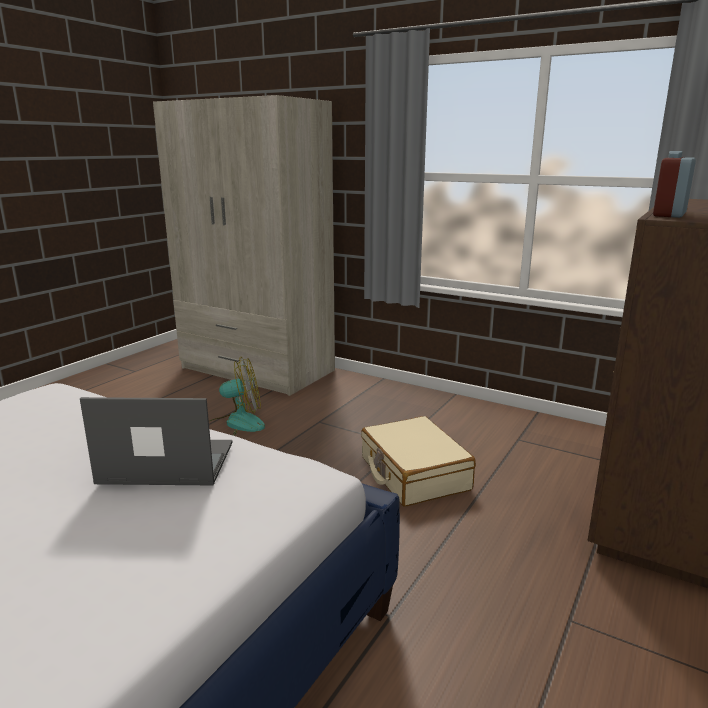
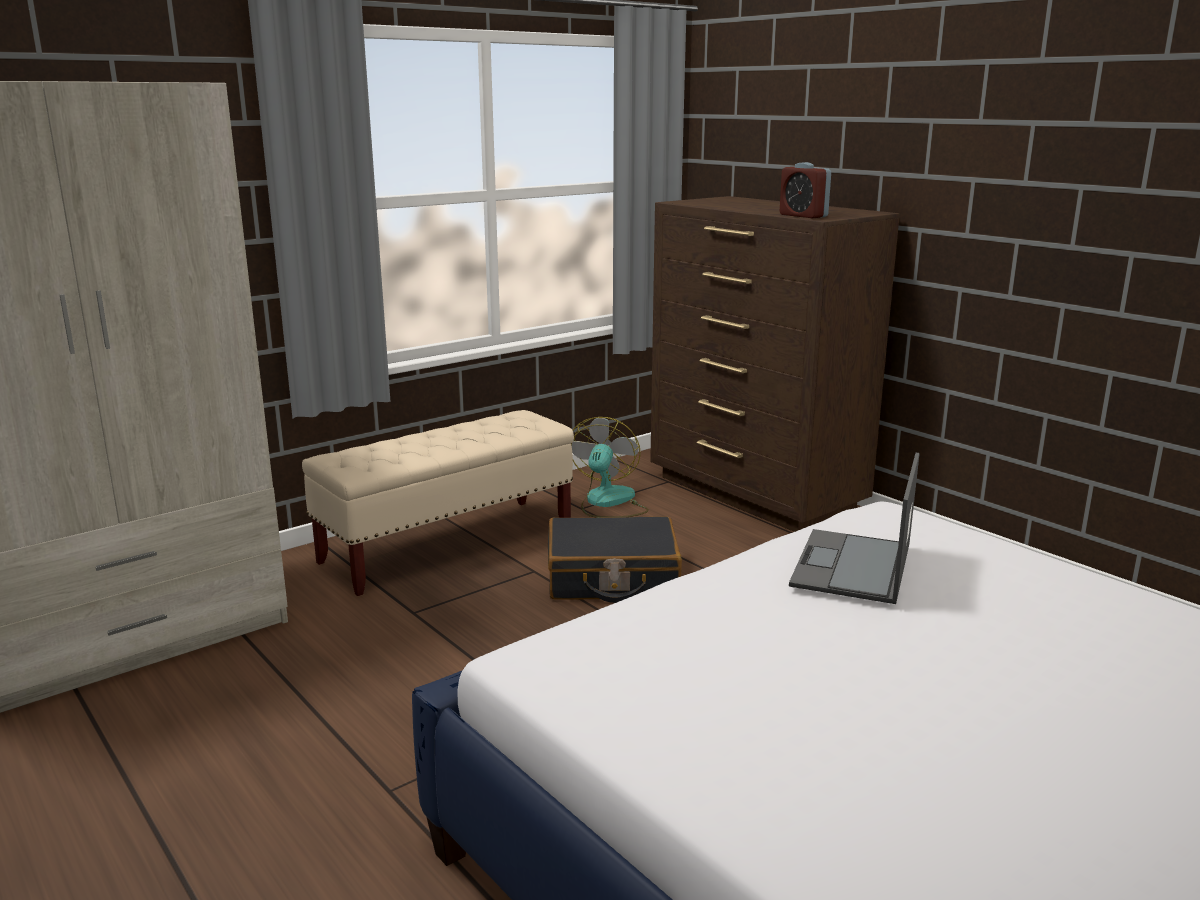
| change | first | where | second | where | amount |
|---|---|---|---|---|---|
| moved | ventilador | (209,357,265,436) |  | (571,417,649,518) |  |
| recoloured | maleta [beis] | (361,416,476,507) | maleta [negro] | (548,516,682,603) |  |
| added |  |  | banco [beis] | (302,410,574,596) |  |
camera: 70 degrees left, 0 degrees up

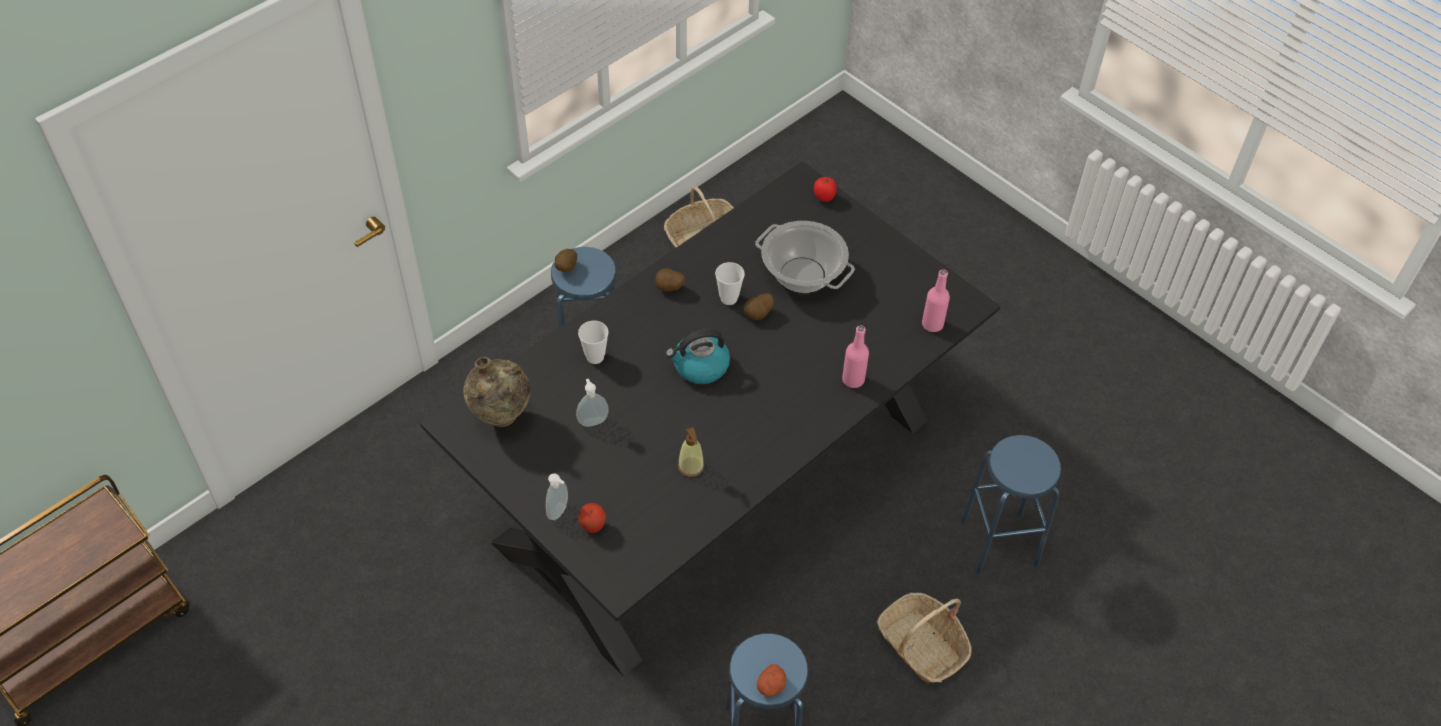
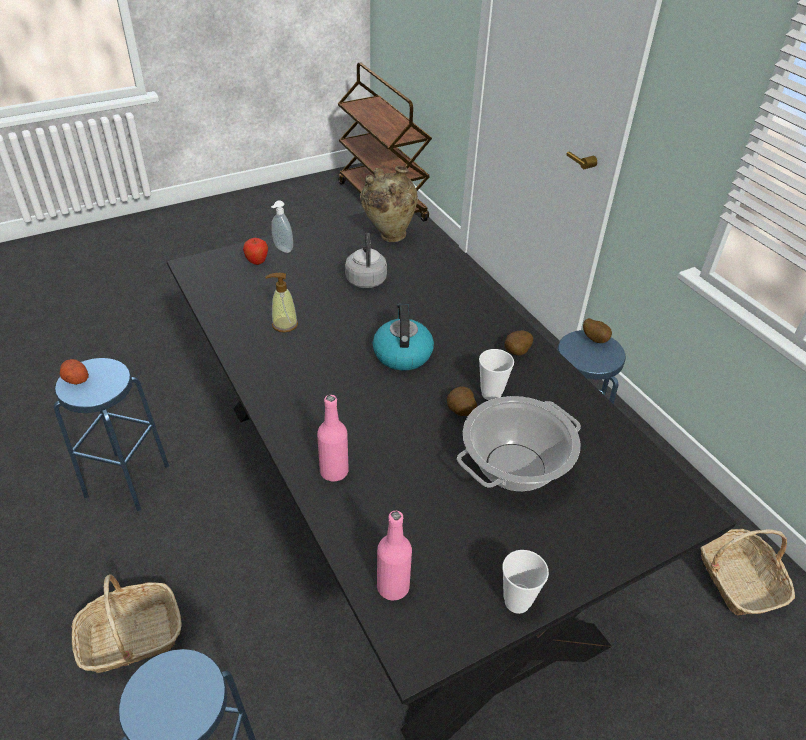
| change | first | where | second | where | amount |
|---|---|---|---|---|---|
| removed | tomate | (814,177,837,202) |  |  |  |
| moved | taza | (578,321,609,364) |  | (502,550,549,614) |  |
| replaced | dispensador de jabón | (576,379,609,427) | hervidor [gris] | (345,232,387,288) |  |
camera: 105 degrees right, 10 degrees down

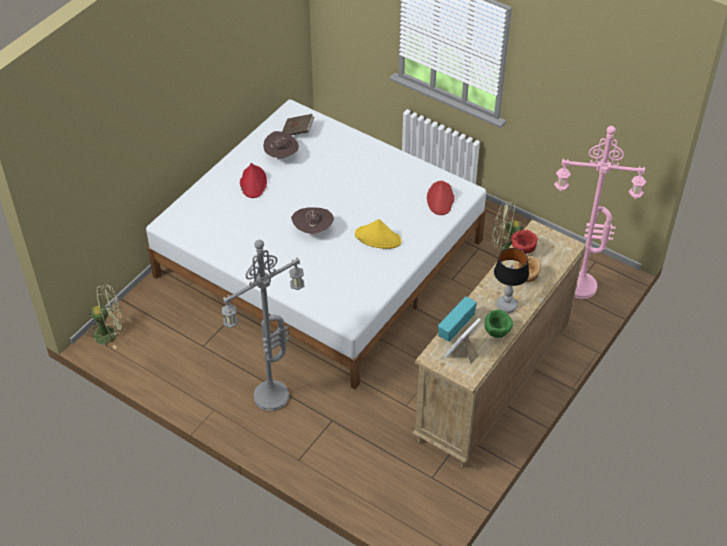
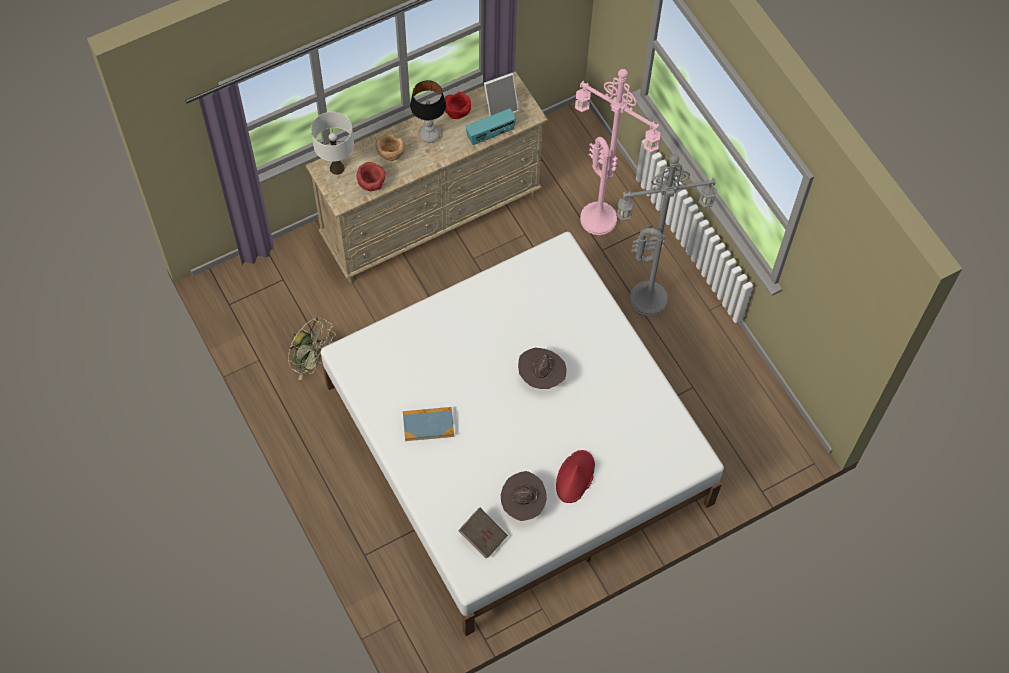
| change | first | where | second | where | amount |
|---|---|---|---|---|---|
| moved | lámpara de pie [rosa] | (554,126,646,299) |  | (575,69,660,235) |  |
| removed | sombrero [rojo] | (427,181,454,215) |  |  |  |
| removed | sombrero [amarillo] | (355,219,402,249) |  |  |  |
| removed | ventilador [verde] | (86,285,124,349) |  |  |  |
| recoloured | cuenco [verde] | (484,310,513,338) | cuenco [rojo] | (445,92,471,119) |  |
| added |  |  | lámpara de mesa [blanco] | (311,112,354,175) |  |
| added |  |  | libro | (403,407,454,441) |  |
camera: 155 degrees left, 15 degrees up

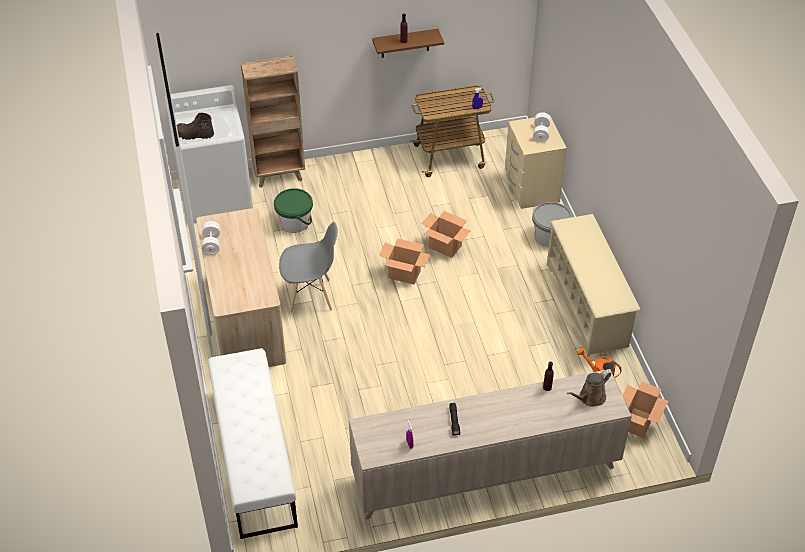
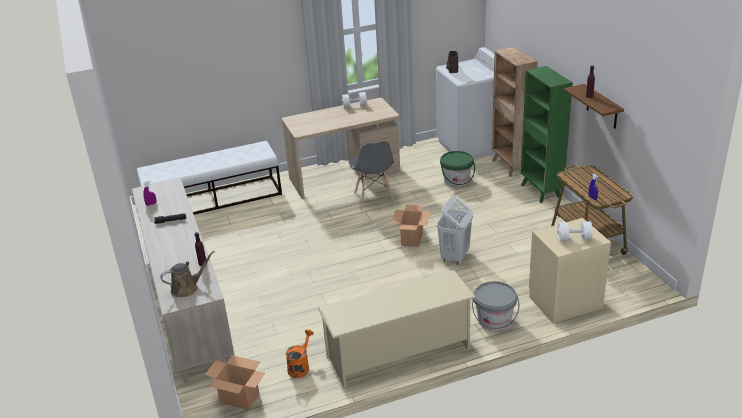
| change | first | where | second | where | amount |
|---|---|---|---|---|---|
| replaced | caja de cartón | (421,211,471,258) | cesto de la ropa [blanco] | (437,196,473,265) |  |
| turned | regadera [marrón] | (567,370,611,407) |  | (160,251,215,297) | 105 degrees clockwise |
| added |  |  | estantería [verde] | (521,66,573,203) |  |
camera: 85 degrees right, 15 degrees down

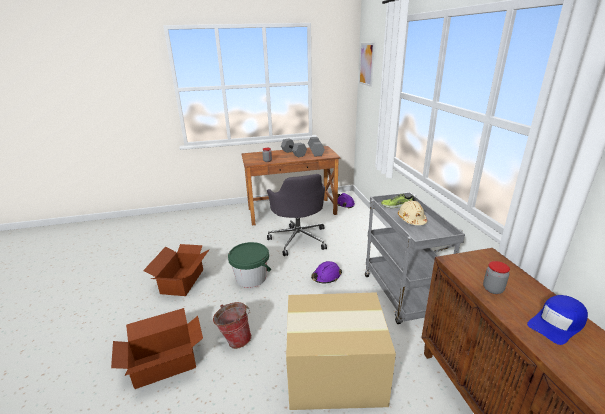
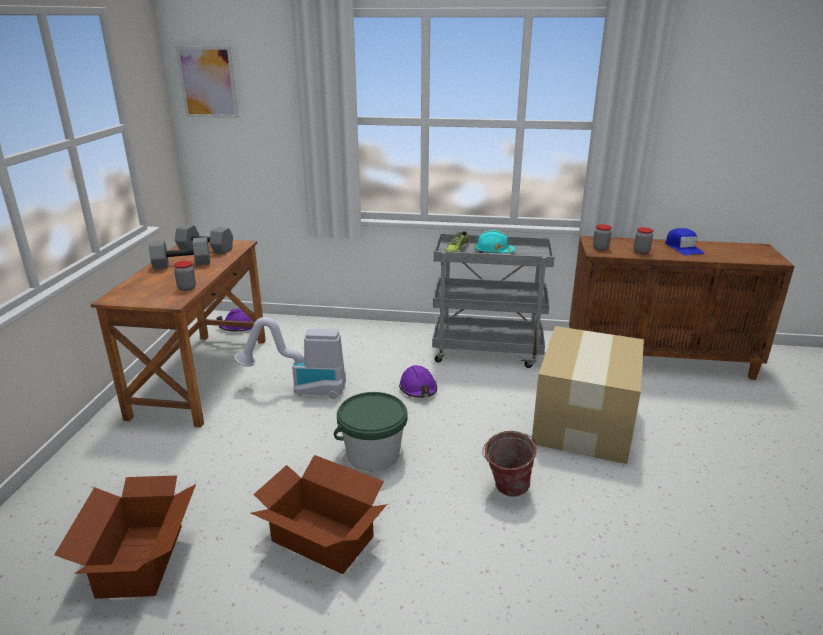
| change | first | where | second | where | amount |
|---|---|---|---|---|---|
| replaced | silla de oficina [gris] | (267,174,327,256) | aspiradora | (234,317,346,399) |  |
| recoloured | casco [beis] | (398,200,427,225) | casco [turquesa] | (474,230,515,253) |  |
| moved | caja de cartón | (111,308,203,389) |  | (54,475,196,599) |  |
| added |  |  | tarro | (593,224,612,251) |  |
camera: 70 degrees left, 0 degrees up

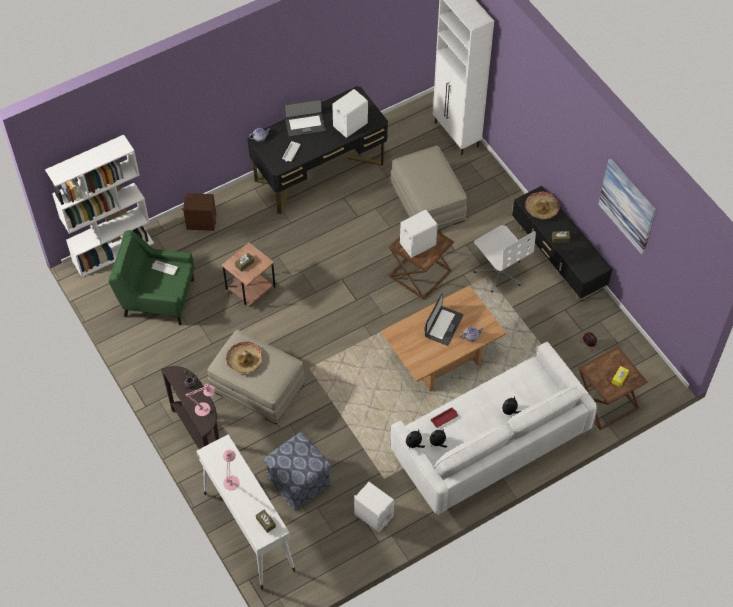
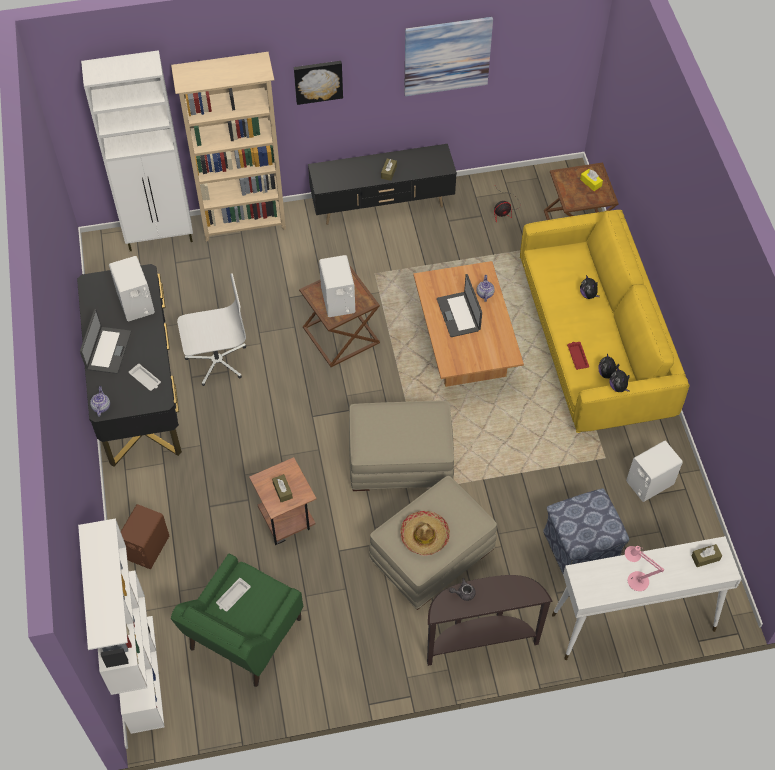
| change | first | where | second | where | amount |
|---|---|---|---|---|---|
| moved | puf [beis] | (391,146,467,229) |  | (349,401,454,491) |  |
| removed | sombrero | (525,191,560,219) |  |  |  |
| moved | silla de oficina [blanco] | (474,225,536,293) |  | (177,273,246,386) |  |
| turned | portátil | (425,293,464,346) |  | (437,274,482,337) | 150 degrees counterclockwise |
| recoloured | sofá [blanco] | (390,342,598,515) | sofá [amarillo] | (520,210,689,433) |  |
| removed | lámpara de mesa [rosa] | (186,384,215,416) |  |  |  |
| added |  |  | estantería [beis] | (171,52,286,242) |  |
| added |  |  | cuadro | (294,61,343,105) |  |
camera: 70 degrees left, 0 degrees up

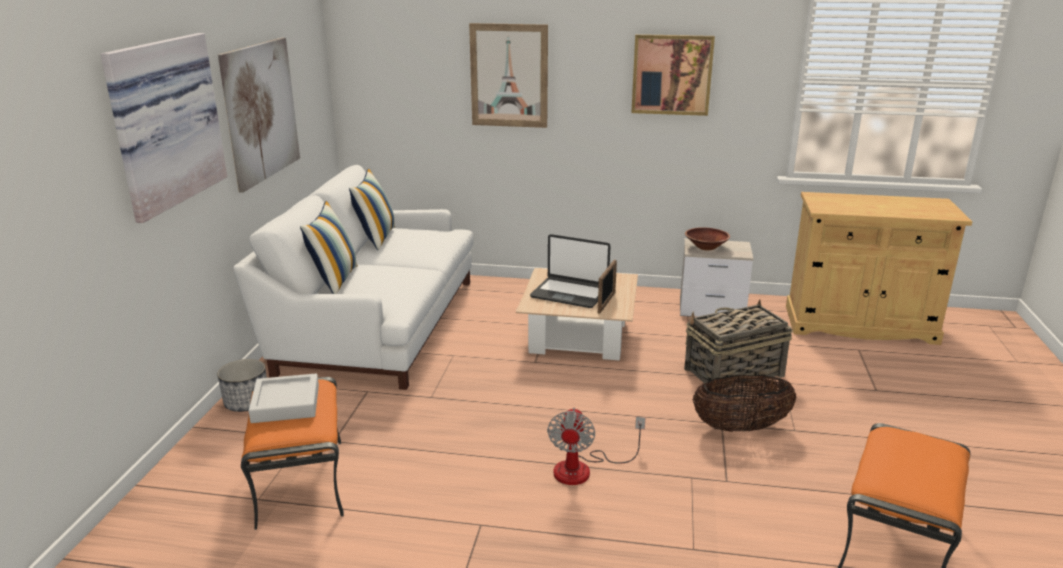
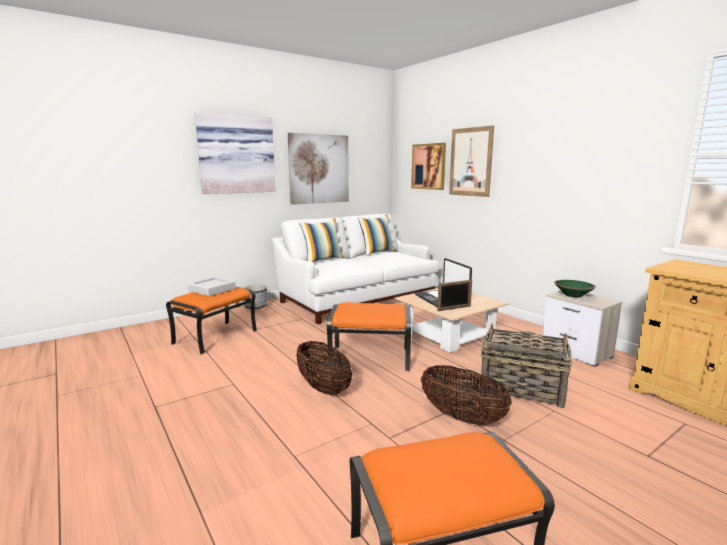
| change | first | where | second | where | amount |
|---|---|---|---|---|---|
| moved | cuadro | (631,34,715,116) |  | (411,143,446,190) |  |
| recoloured | cuenco [marrón] | (685,227,730,250) | cuenco [verde] | (554,280,596,298) |  |
| replaced | ventilador | (547,408,645,485) | cesta | (297,341,352,395) |  |
| added |  |  | puf [naranja] | (327,302,411,371) |  |
camera: 45 degrees right, 10 degrees down

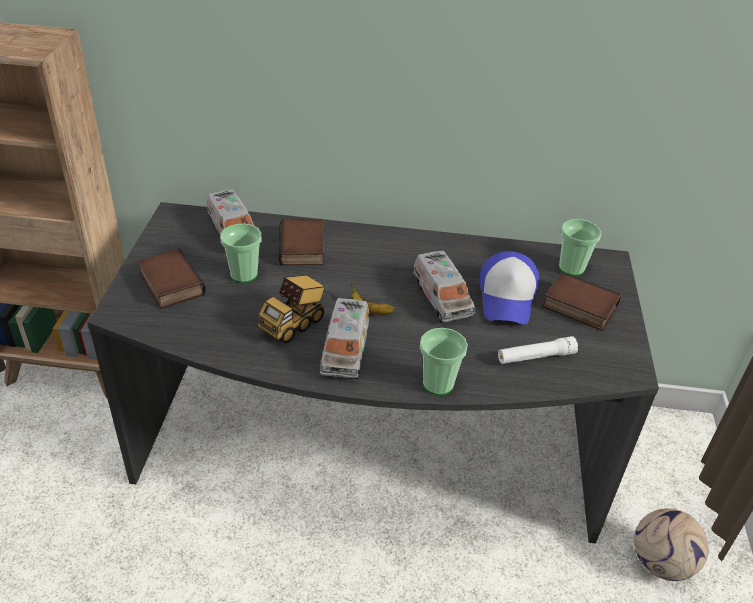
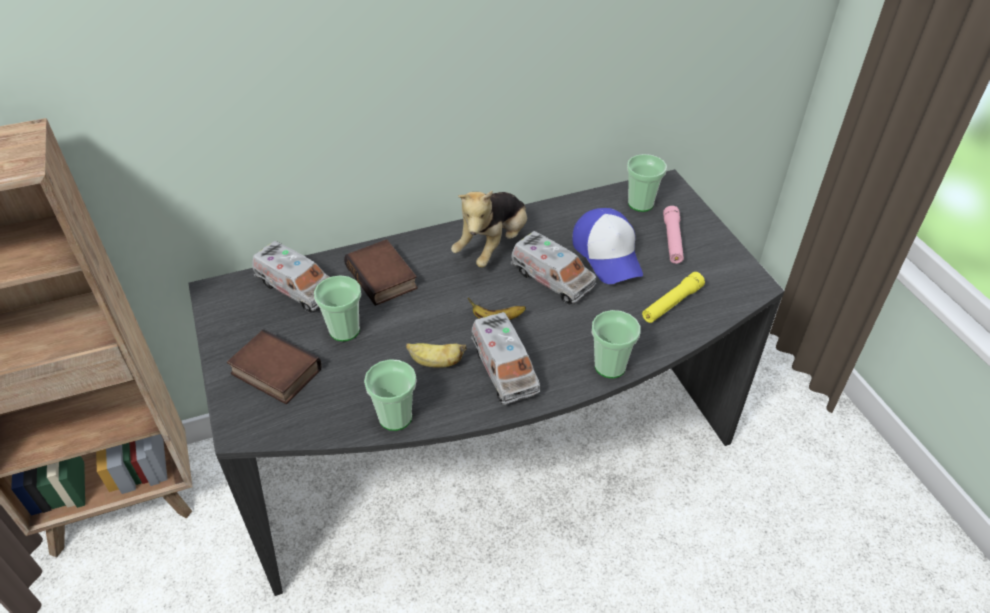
| change | first | where | second | where | amount |
|---|---|---|---|---|---|
| replaced | libro | (542,272,621,331) | linterna [rosa] | (663,206,684,264) |  |
| replaced | camión de juguete | (257,275,327,344) | plátano | (406,343,467,368) |  |
| recoloured | linterna [blanco] | (498,336,578,364) | linterna [amarillo] | (642,272,705,323) |  |
| removed | balón de fútbol | (634,508,709,581) |  |  |  |
| added |  |  | peluche | (451,191,527,268) |  |
| added |  |  | taza | (364,359,416,431) |  |
camera: 25 degrees left, 5 degrees up

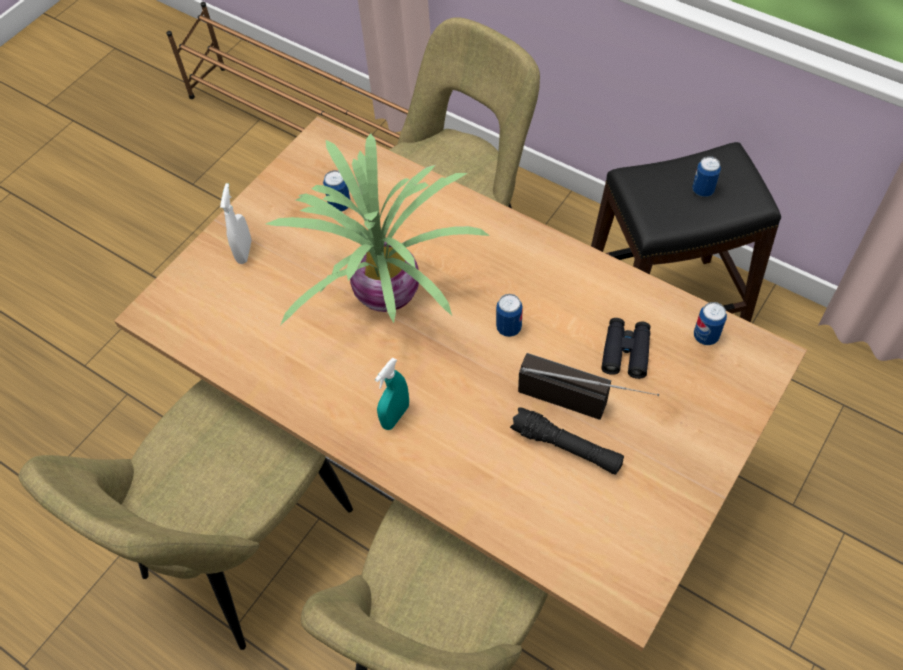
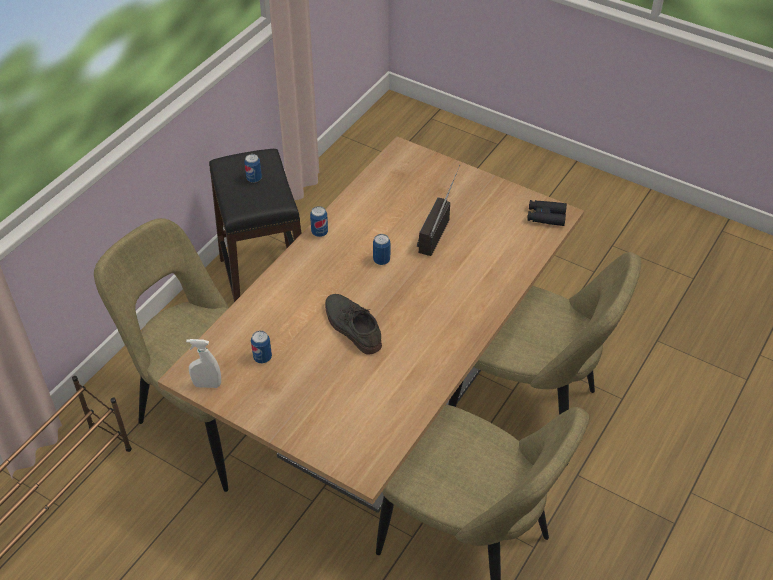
| change | first | where | second | where | amount |
|---|---|---|---|---|---|
| replaced | planta en maceta | (266,133,490,325) | zapato [gris] | (325,294,382,354) |  |
| moved | pulverizador [blanco] | (220,183,251,264) |  | (186,339,221,388) |  |
| moved | lata | (694,302,727,345) |  | (310,206,328,237) |  |
| moved | prismáticos [negro] | (601,318,650,379) |  | (527,200,567,226) |  |
| removed | pulverizador [turquesa] | (375,358,409,430) |  |  |  |
| removed | linterna [negro] | (510,407,624,475) |  |  |  |
camera: 95 degrees left, 10 degrees down

